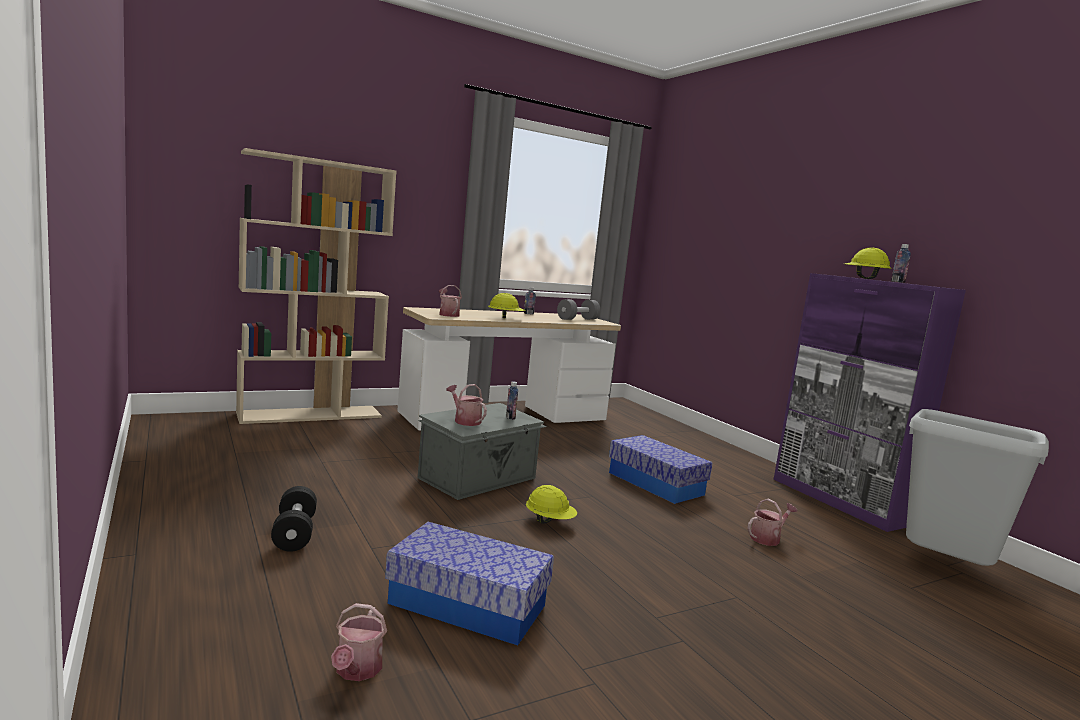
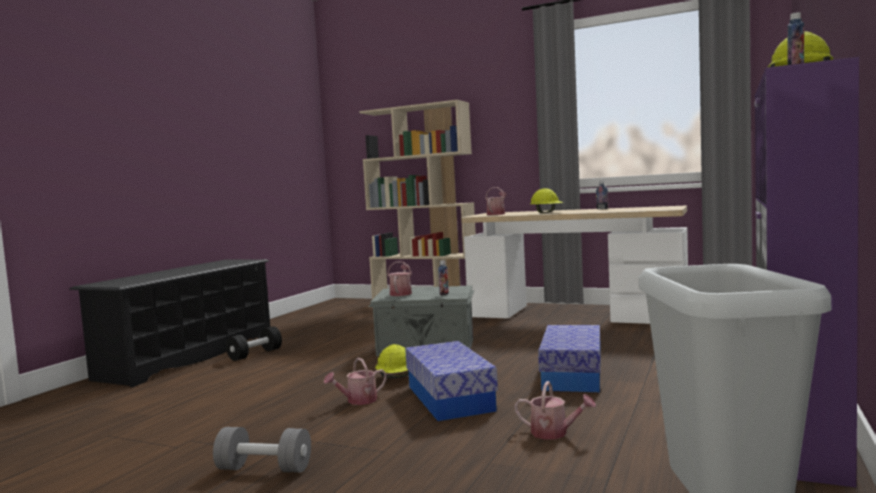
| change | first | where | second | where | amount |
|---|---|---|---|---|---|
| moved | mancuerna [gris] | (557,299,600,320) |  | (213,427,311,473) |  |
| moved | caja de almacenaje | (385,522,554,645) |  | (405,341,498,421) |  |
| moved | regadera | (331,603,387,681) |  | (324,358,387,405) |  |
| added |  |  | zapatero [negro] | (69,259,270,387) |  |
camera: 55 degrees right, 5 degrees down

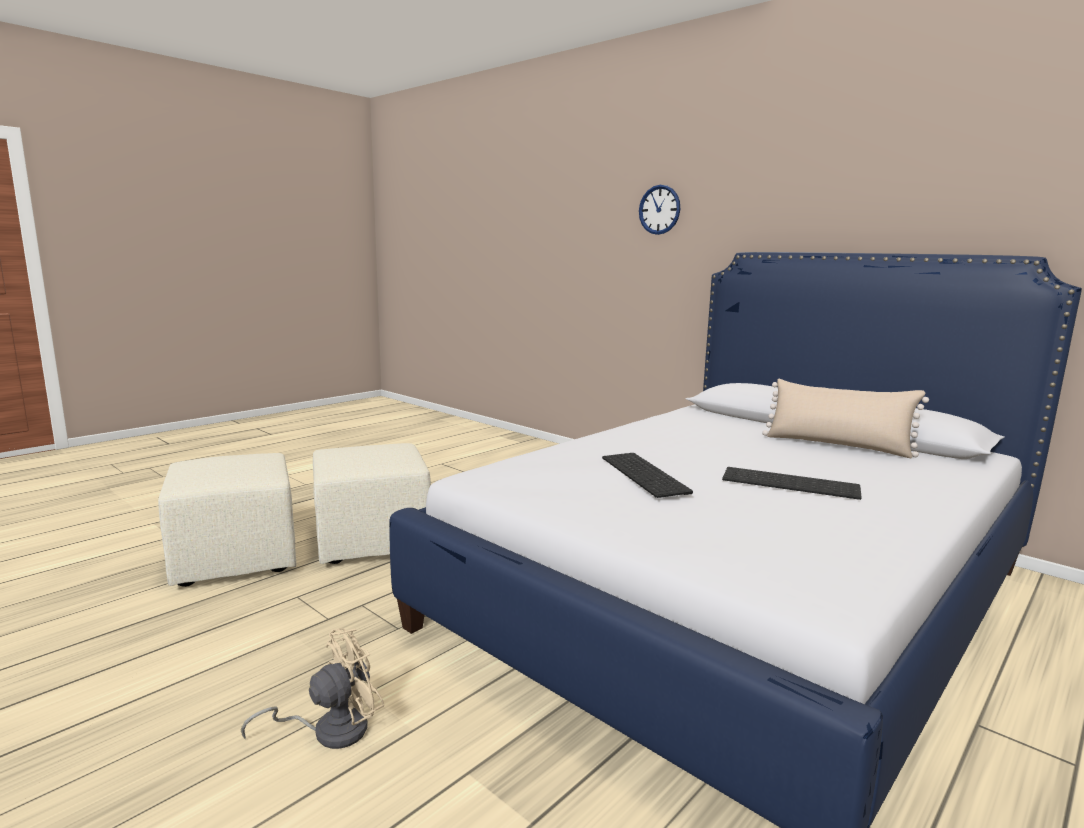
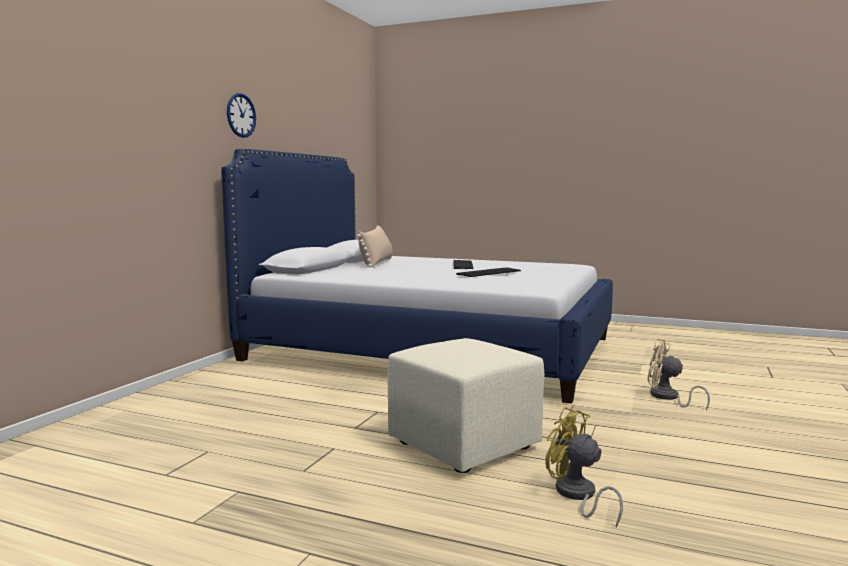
| change | first | where | second | where | amount |
|---|---|---|---|---|---|
| moved | reloj de pared | (639,185,680,235) |  | (227,93,256,138) |  |
| replaced | puf [beis] | (158,453,296,587) | ventilador [amarillo] | (545,407,623,527) |  |
camera: 110 degrees left, 5 degrees down

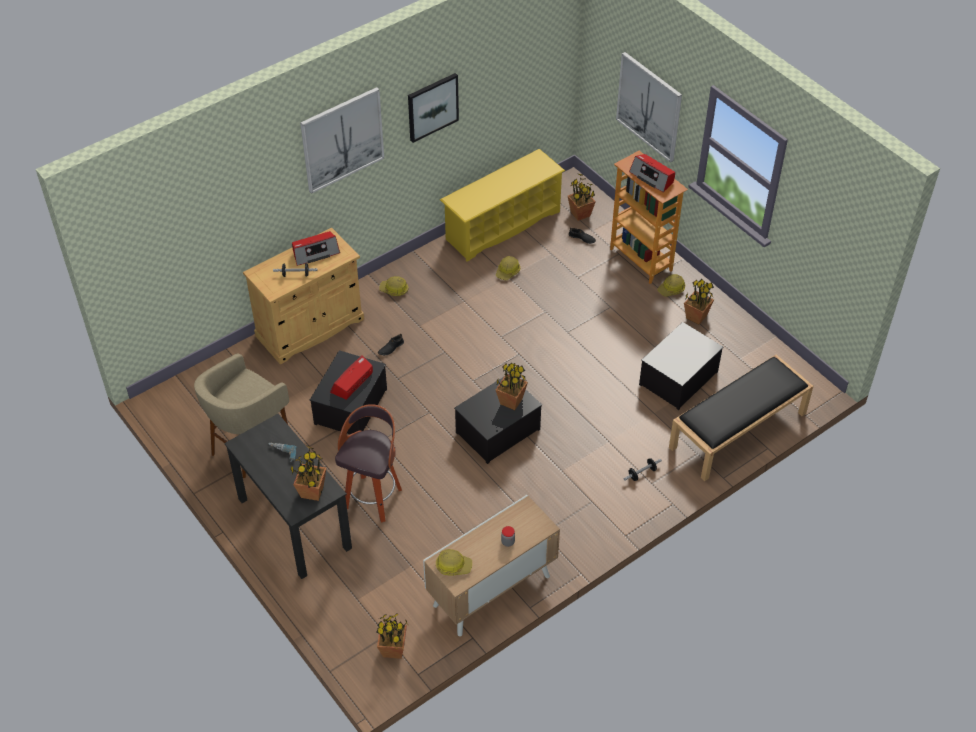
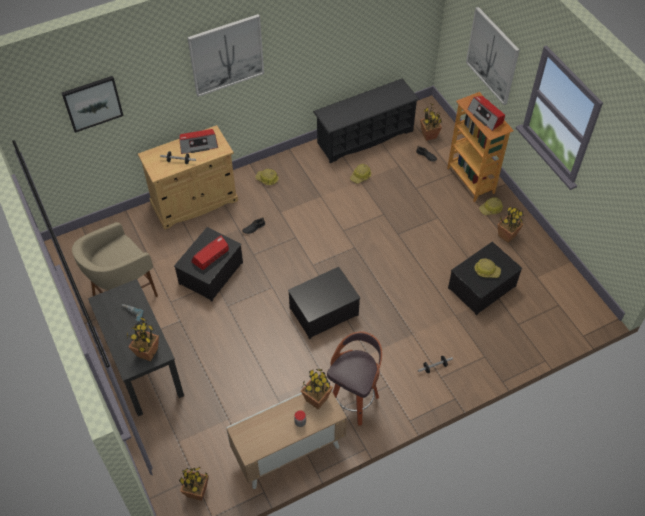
| change | first | where | second | where | amount |
|---|---|---|---|---|---|
| moved | cuadro | (408,73,459,143) |  | (62,76,123,133) |  |
| recoloured | zapatero [amarillo] | (440,149,565,262) | zapatero [negro] | (313,78,420,163) |  |
| removed | banco [negro] | (669,355,813,481) |  |  |  |
| moved | planta en maceta | (496,363,528,410) |  | (301,369,333,409) |  |
| moved | taburete | (335,404,402,523) |  | (327,331,382,426) |  |
| moved | casco | (436,549,472,576) |  | (474,258,501,278) |  |
camera: 10 degrees right, 5 degrees up

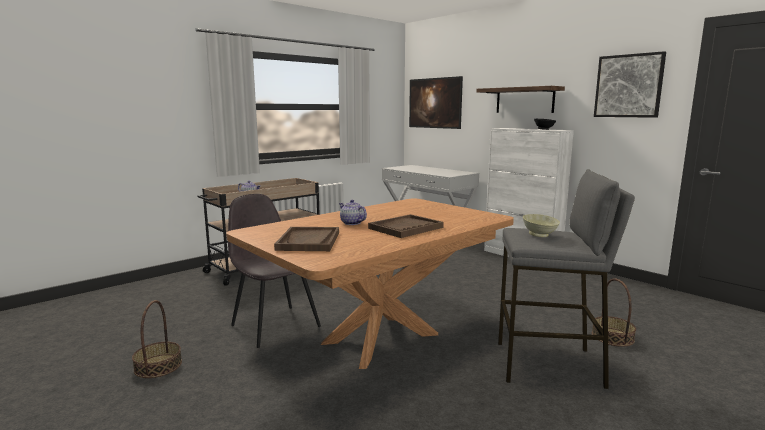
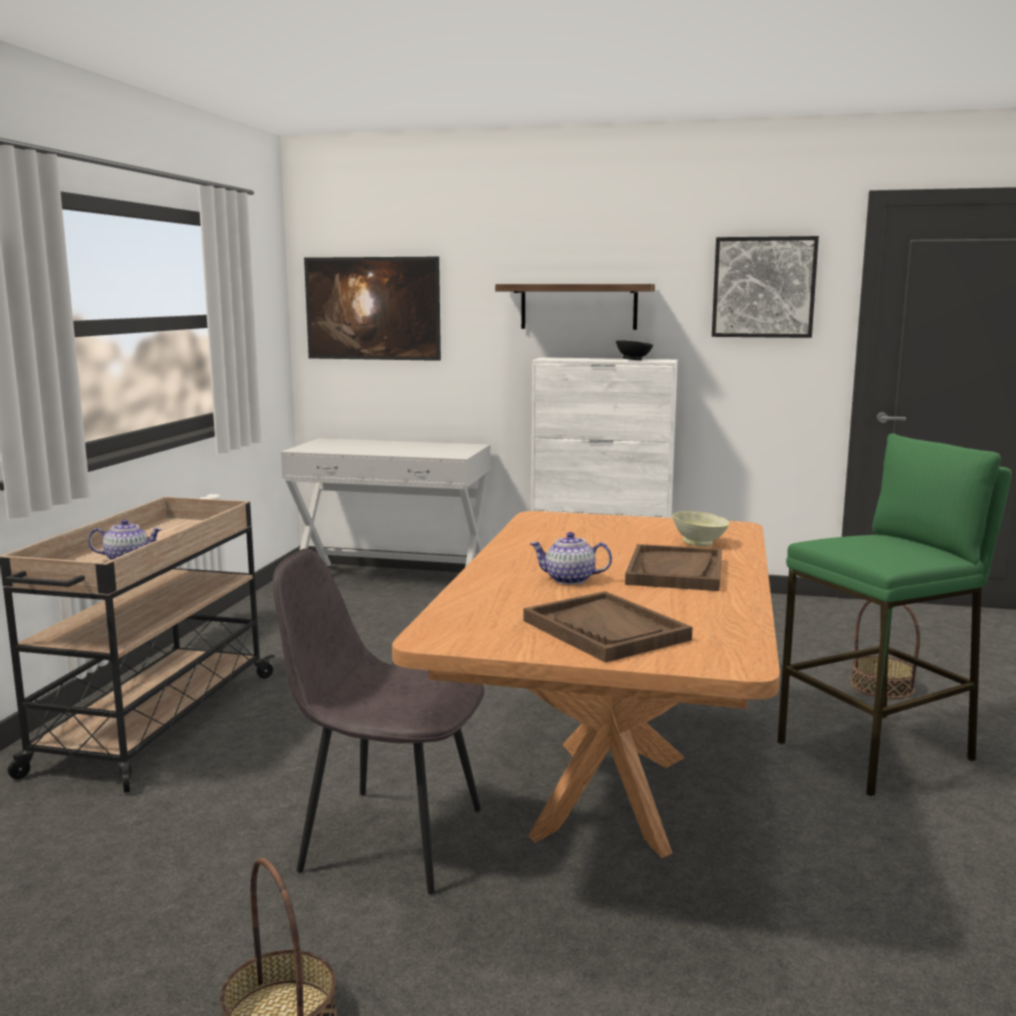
| change | first | where | second | where | amount |
|---|---|---|---|---|---|
| recoloured | taburete [gris] | (498,169,635,389) | taburete [verde] | (778,433,1012,797) |  |
| moved | cuenco [beis] | (523,214,560,237) |  | (672,511,730,546) |  |
camera: 35 degrees left, 0 degrees up

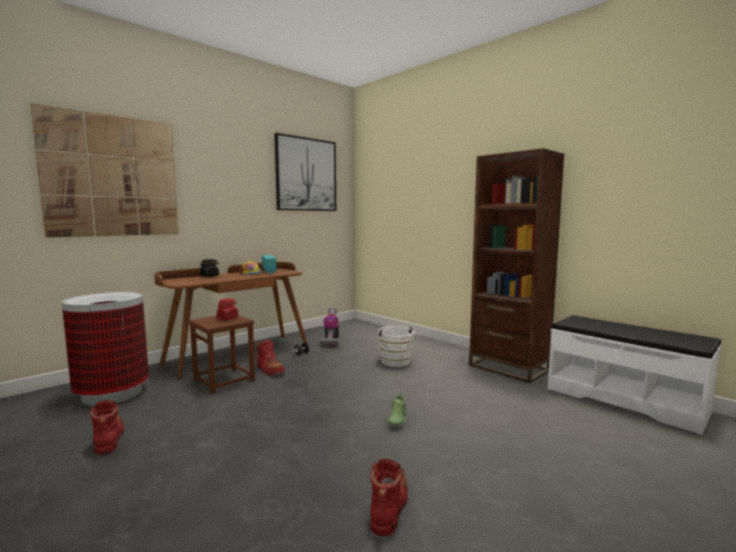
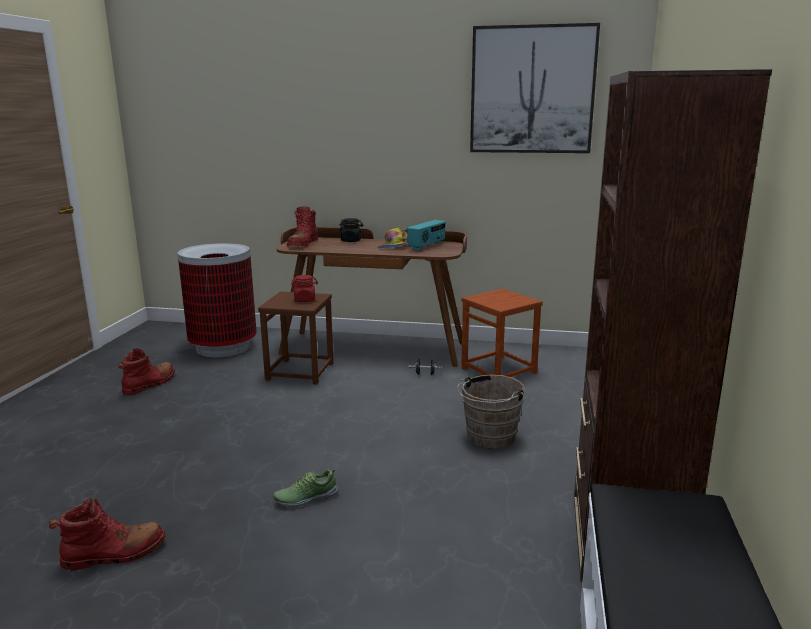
| change | first | where | second | where | amount |
|---|---|---|---|---|---|
| removed | cuadro | (30,103,179,238) |  |  |  |
| replaced | aspiradora | (320,308,339,347) | taburete [marrón] | (461,289,543,377) |  |
| recoloured | cubo [blanco] | (378,326,416,367) | cubo [marrón] | (457,375,525,449) |  |
| moved | bota [rojo] | (257,339,285,375) |  | (287,206,318,247) |  |
camera: 55 degrees right, 10 degrees up

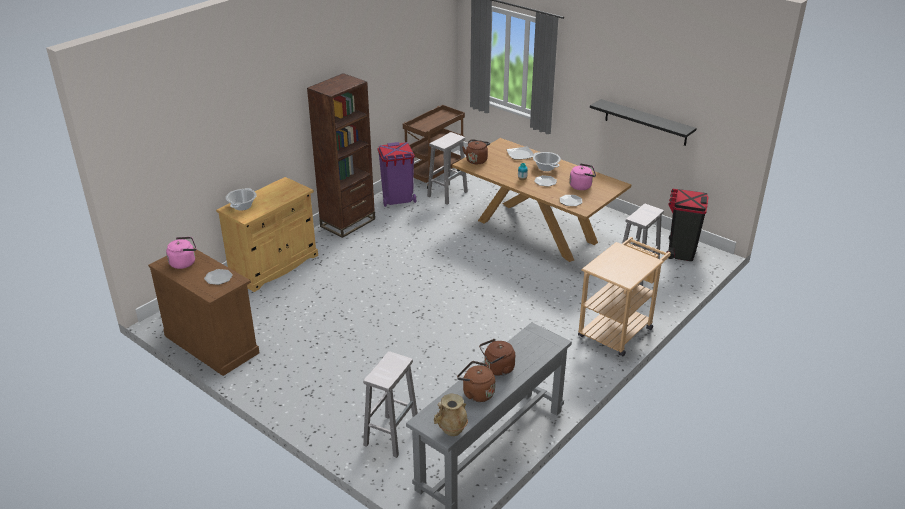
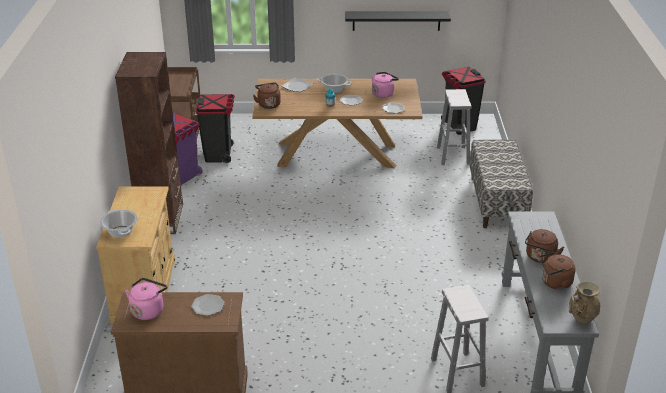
| change | first | where | second | where | amount |
|---|---|---|---|---|---|
| replaced | taburete [blanco] | (427,132,468,205) | papelera [negro] | (196,94,235,163) |  |
| replaced | carrito [beis] | (578,237,671,357) | banco | (469,140,533,228) |  |
camera: 40 degrees left, 0 degrees up

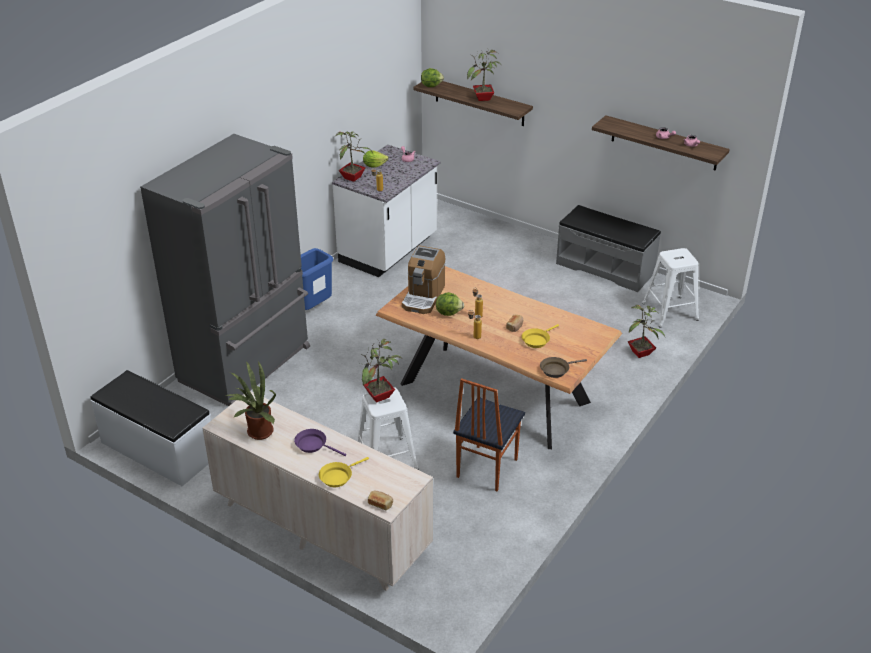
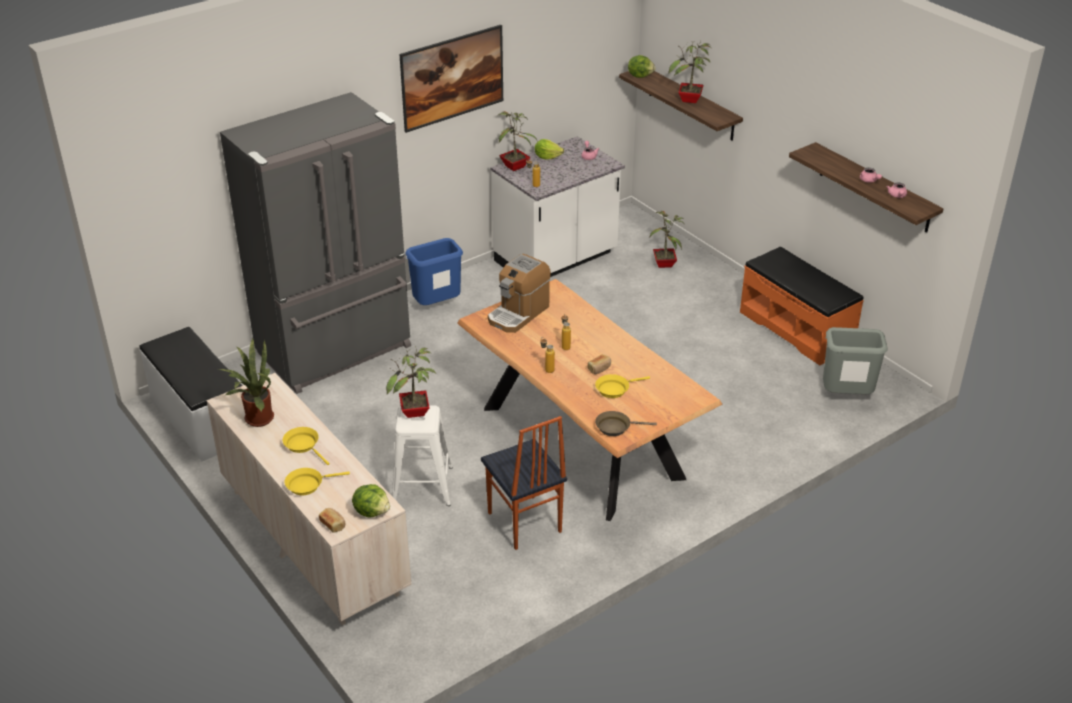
| change | first | where | second | where | amount |
|---|---|---|---|---|---|
| recoloured | banco [gris] | (556,205,661,292) | banco [naranja] | (740,247,864,366) |  |
| replaced | taburete [blanco] | (642,248,699,327) | papelera [gris] | (823,327,888,394) |  |
| moved | lechuga | (436,292,464,316) |  | (352,484,390,518) |  |
| moved | planta en maceta | (628,305,665,358) |  | (650,211,683,268) |  |
| turned | silla | (453,378,525,491) |  | (481,416,567,550) | 75 degrees counterclockwise |
| recoloured | sartén [morado] | (294,429,346,456) | sartén [amarillo] | (283,427,330,465) |  |
| added |  |  | cuadro | (399,25,503,133) |  |
camera: 20 degrees right, 0 degrees up

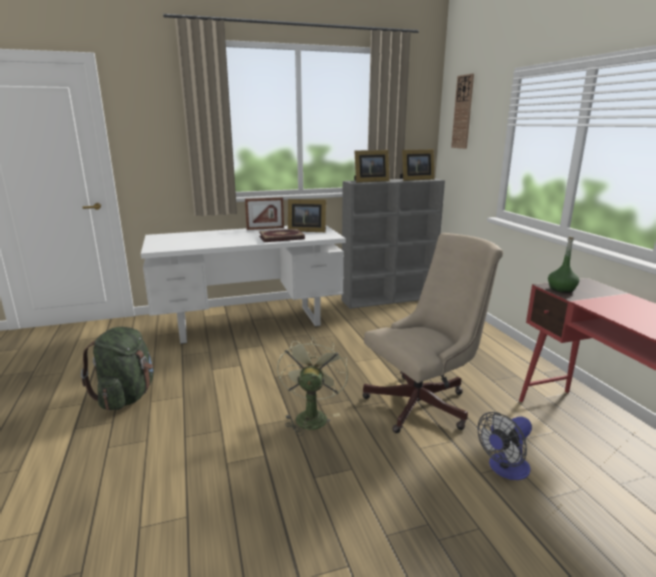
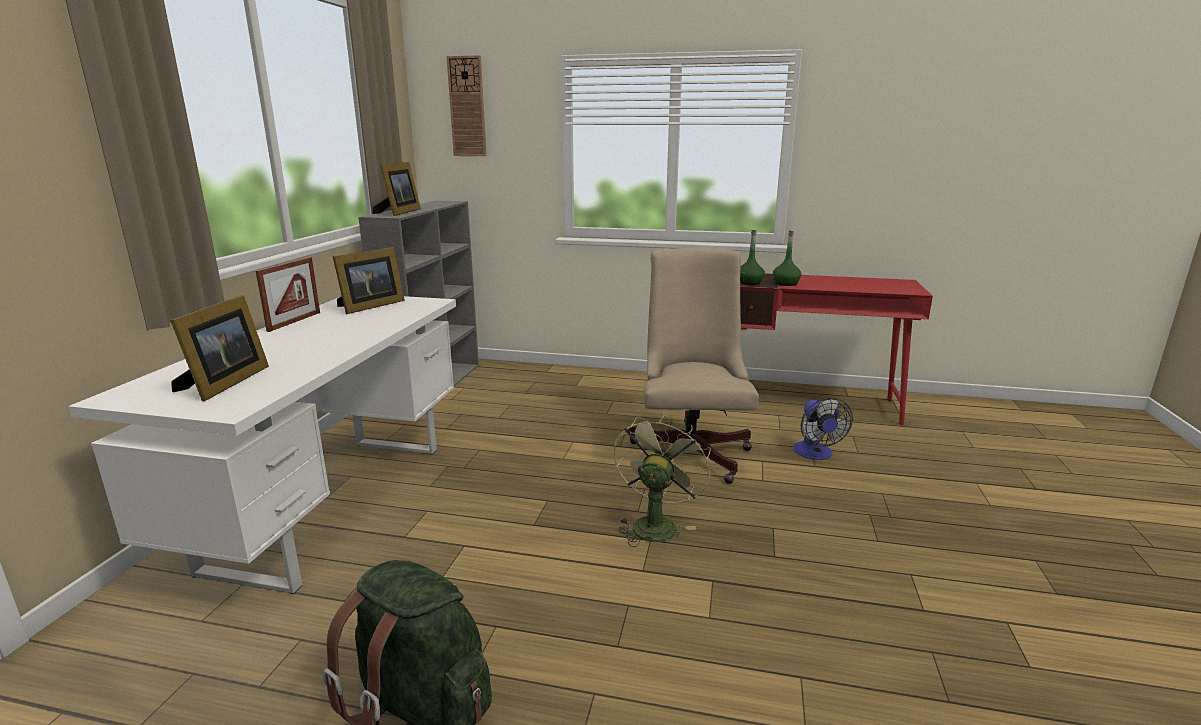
| change | first | where | second | where | amount |
|---|---|---|---|---|---|
| moved | portarretratos | (400,149,434,181) |  | (170,295,269,401) |  |
| removed | libro | (259,229,305,242) |  |  |  |
| turned | ventilador [verde] | (277,336,348,436) |  | (614,413,711,547) | 75 degrees clockwise |
| added |  |  | botella [verde] | (773,230,801,286) |  |
camera: 60 degrees left, 0 degrees up

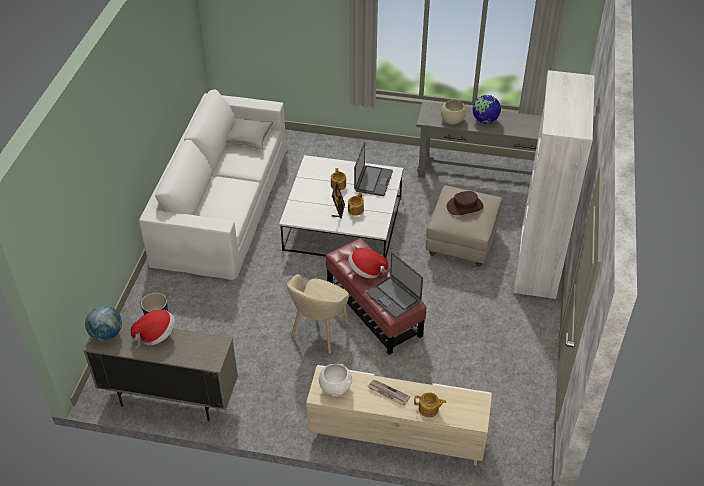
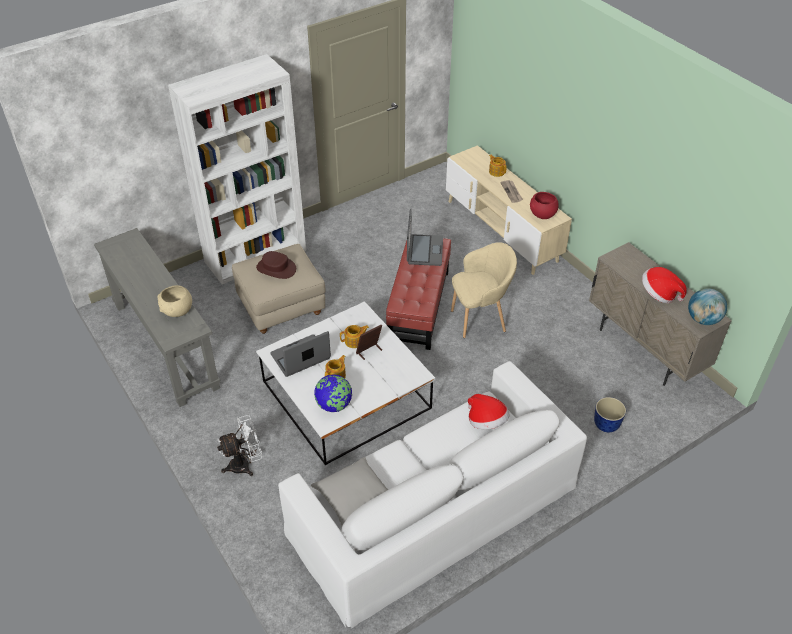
| change | first | where | second | where | amount |
|---|---|---|---|---|---|
| moved | globo terráqueo | (472,95,501,123) |  | (314,374,352,412) |  |
| moved | sombrero | (348,248,388,278) |  | (468,394,510,429) |  |
| recoloured | cuenco [blanco] | (319,364,352,395) | cuenco [rojo] | (530,192,559,219) |  |
| added |  |  | ventilador [blanco] | (217,415,262,476) |  |
camera: 135 degrees left, 0 degrees up

